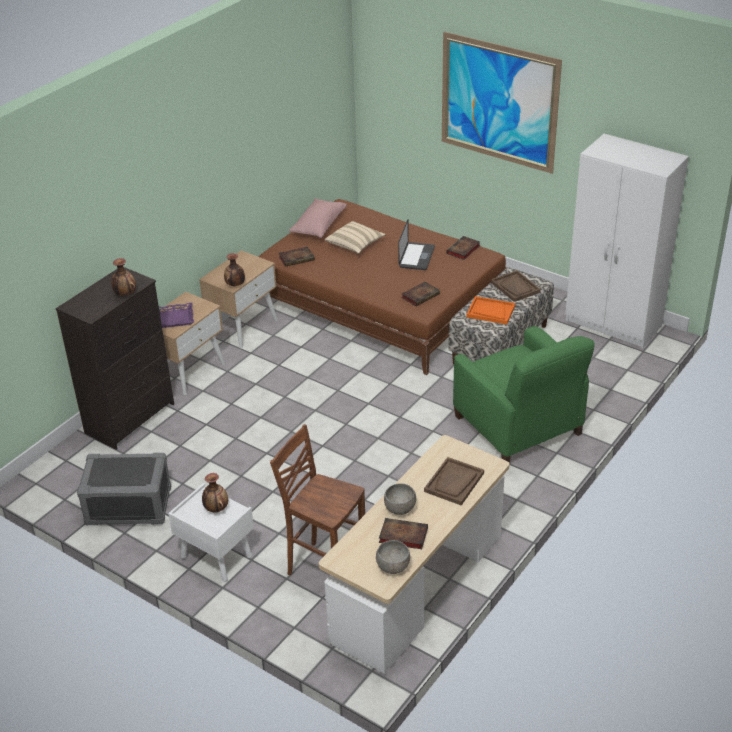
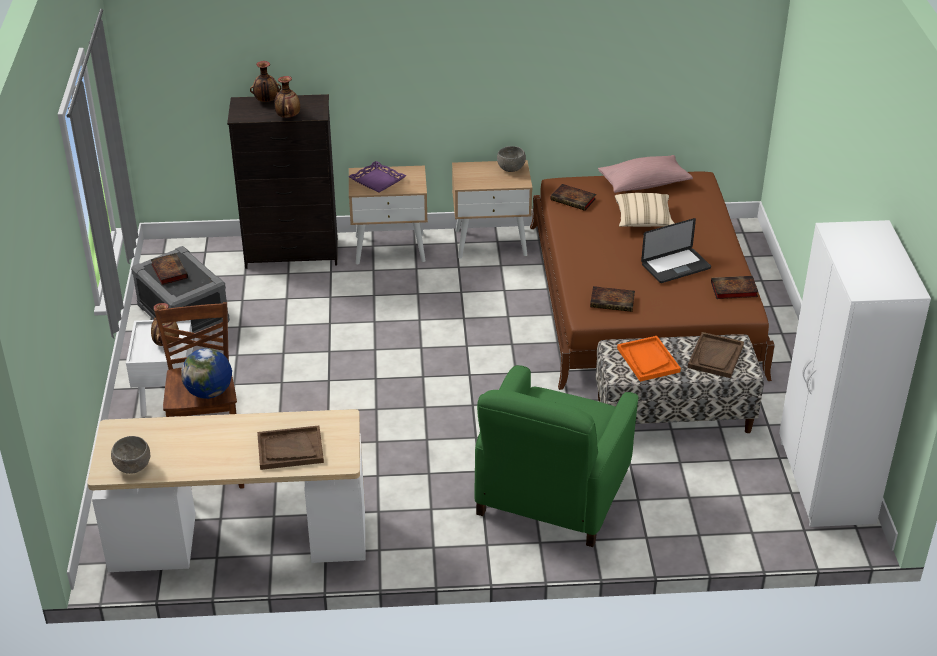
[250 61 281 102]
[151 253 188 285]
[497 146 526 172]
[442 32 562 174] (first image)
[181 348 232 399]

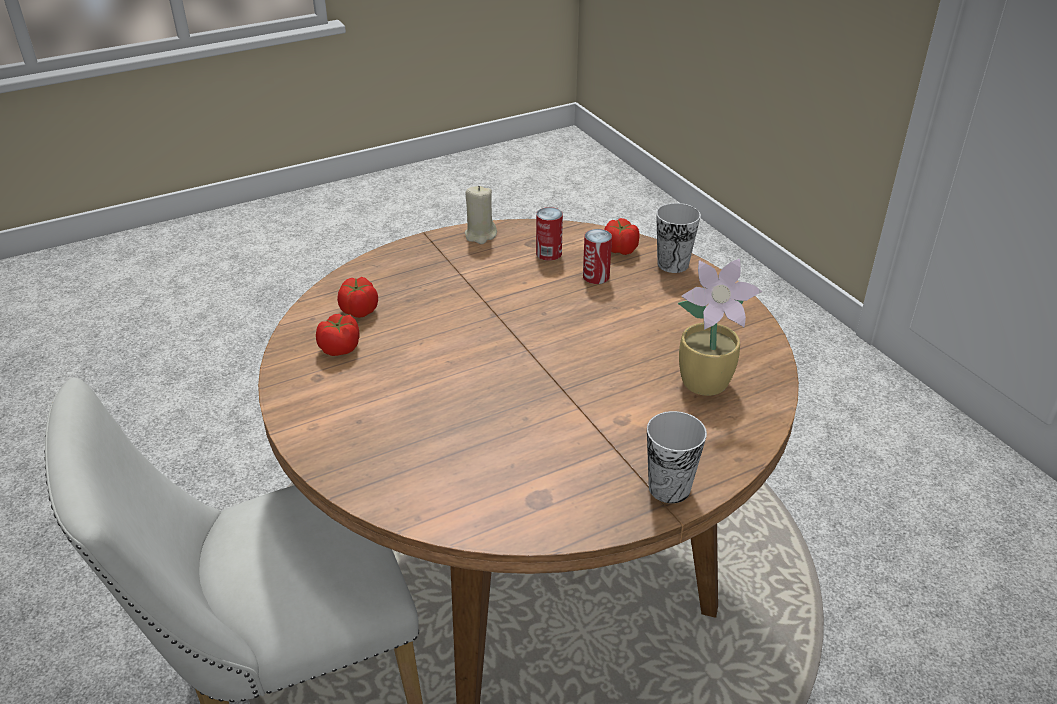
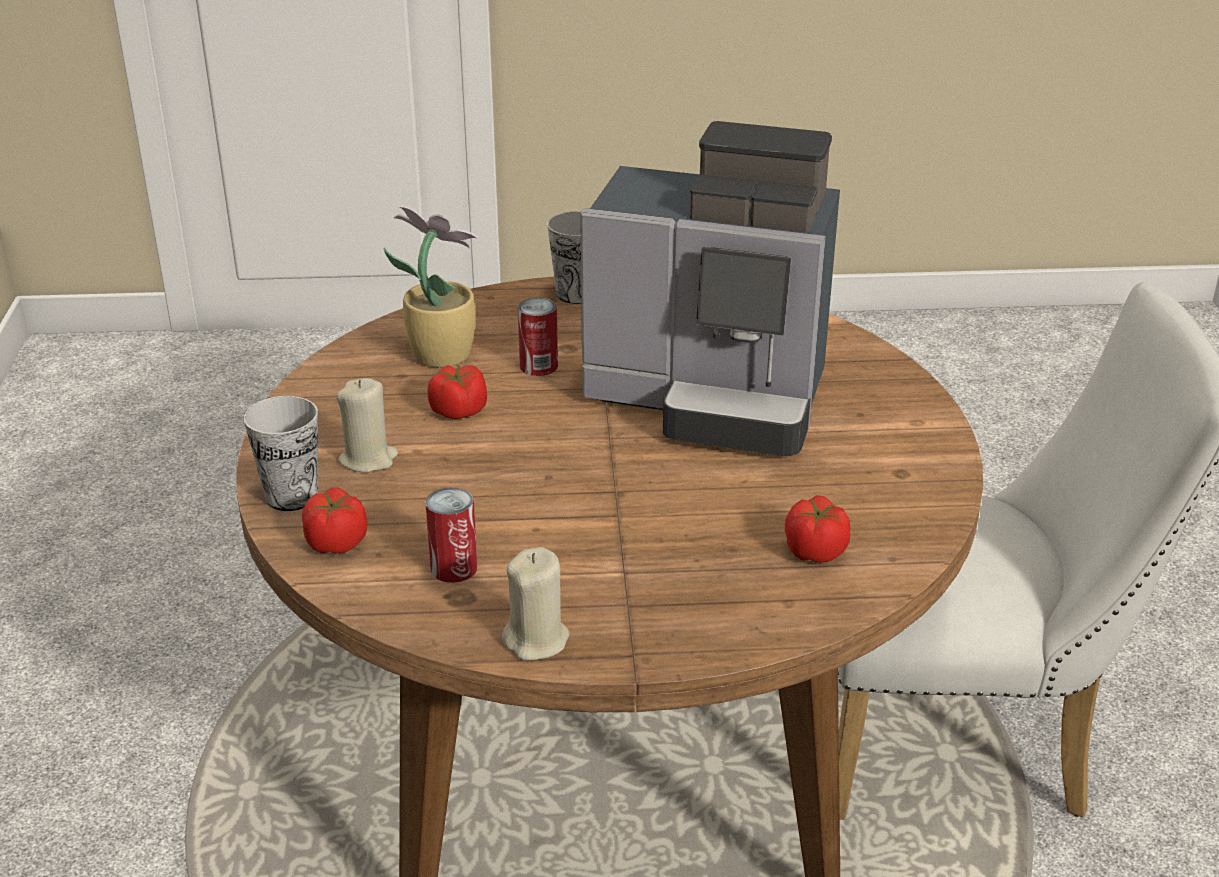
[427 365 487 419]
[518 298 558 376]
[336 378 398 472]
[580 121 840 456]

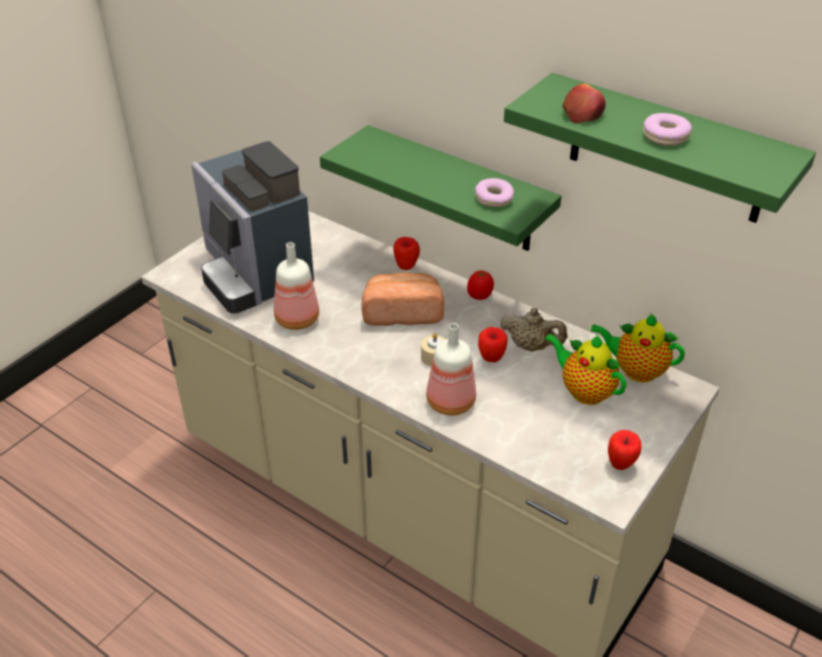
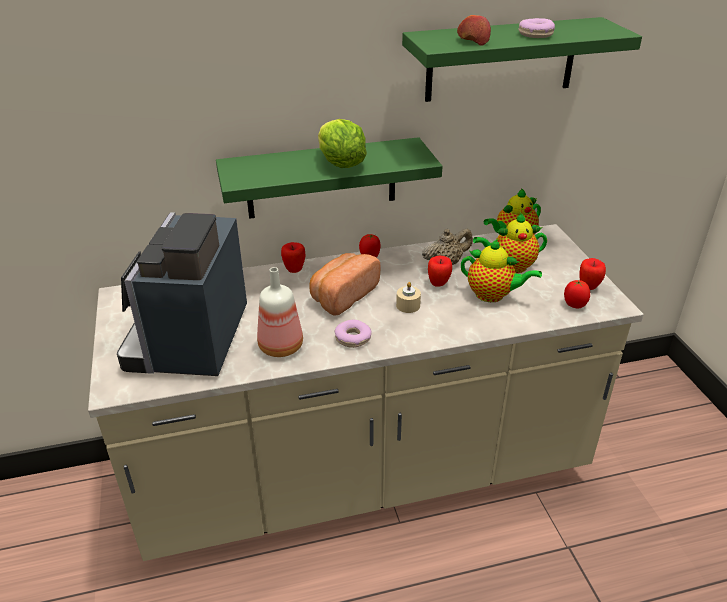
[117 212 247 376]
[426 323 476 415] (first image)
[334 320 372 348]
[318 119 367 168]
[461 239 542 302]
[564 280 590 309]

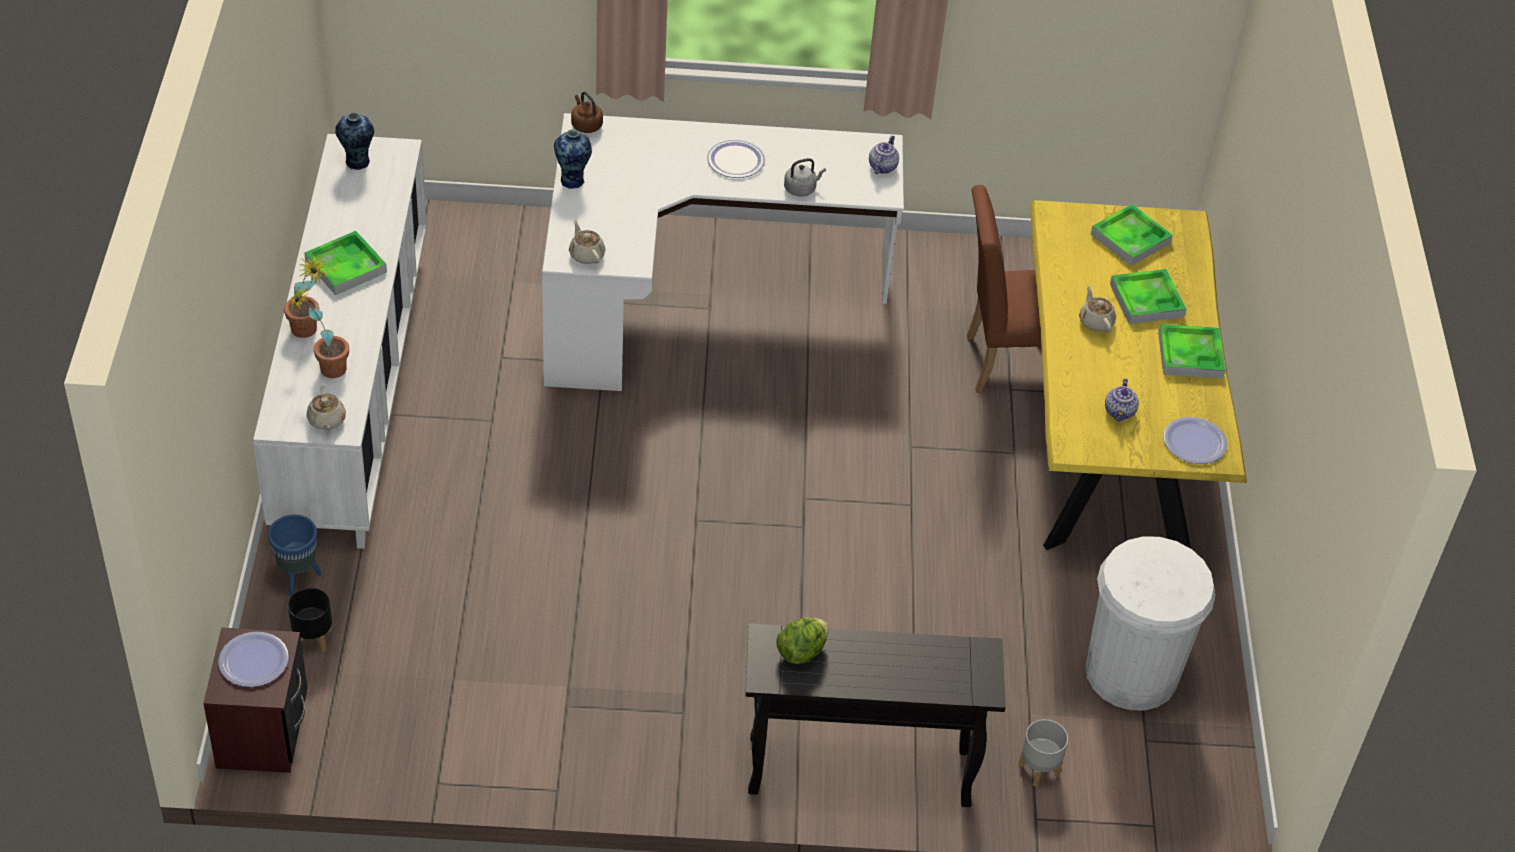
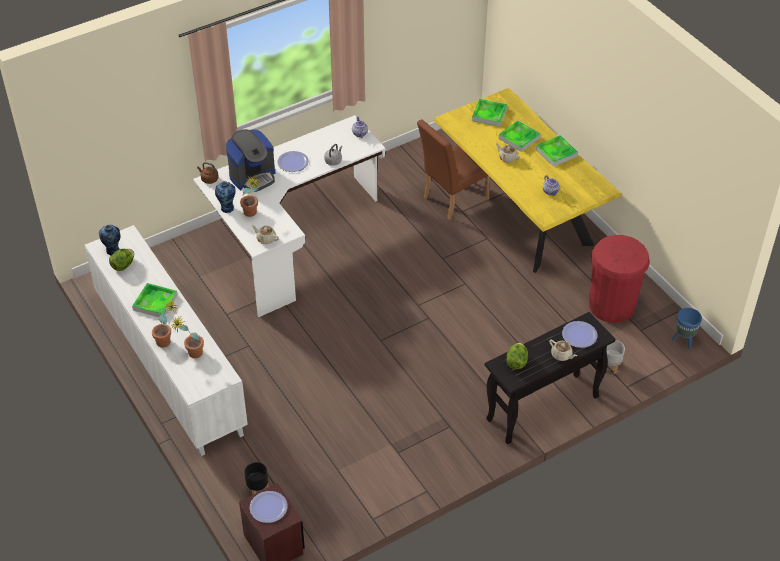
[672 308 702 349]
[549 340 577 361]
[589 235 650 323]
[562 321 598 348]
[109 249 134 271]
[226 129 276 192]
[240 176 260 217]

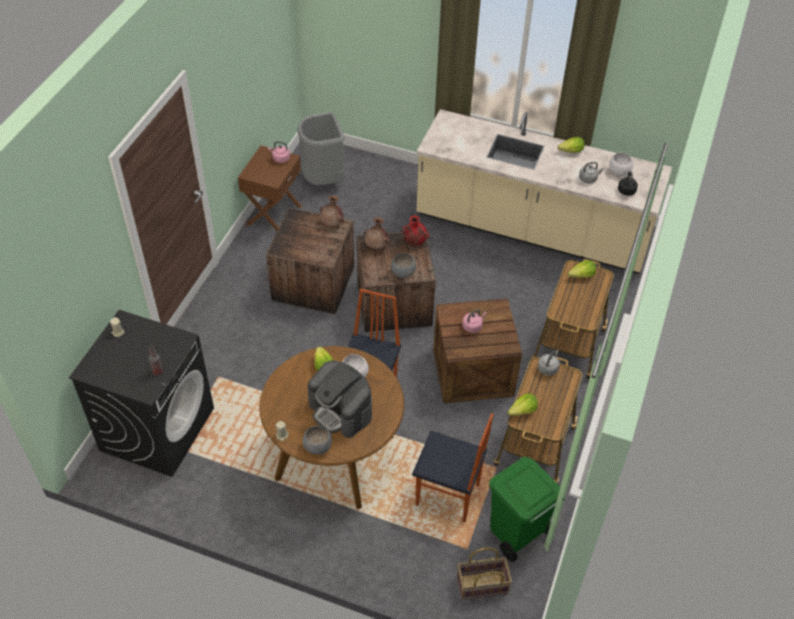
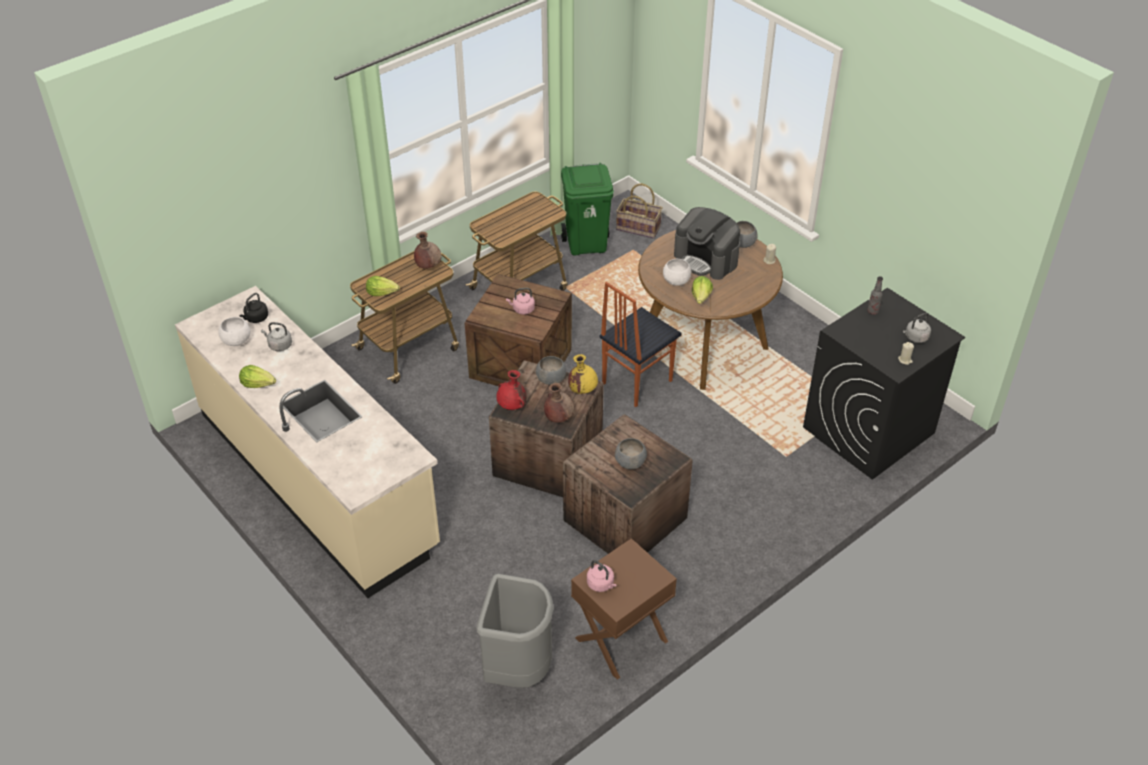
[674 207 740 280]
[414 232 441 269]
[412 413 493 522] (first image)
[508 393 538 416] (first image)
[903 313 931 343]
[568 354 598 394]
[615 438 647 469]

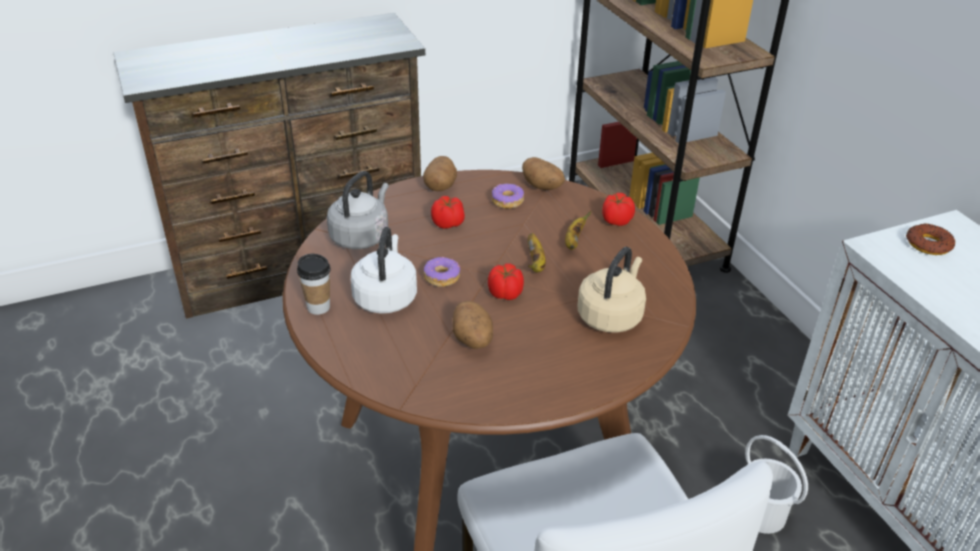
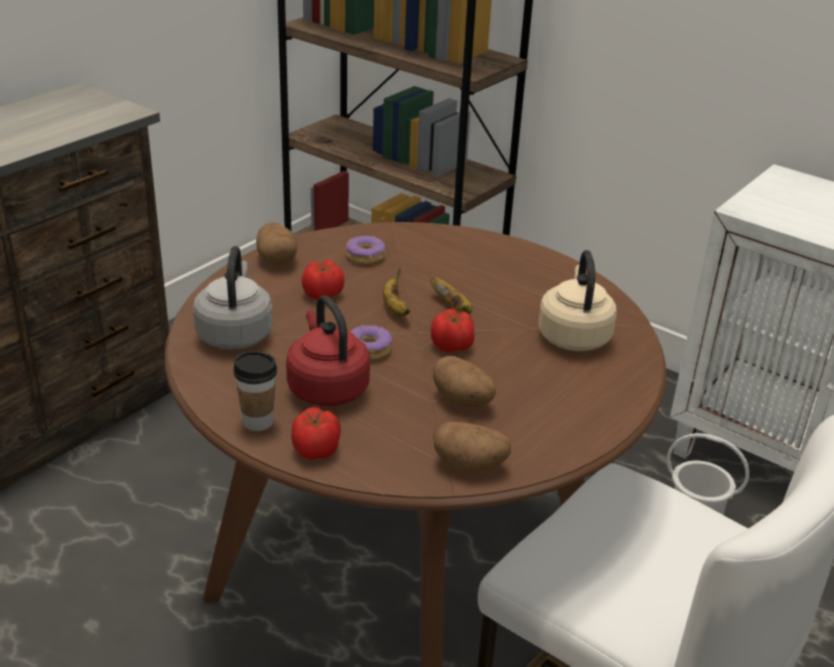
[286 295 370 406]
[434 422 511 471]
[383 268 410 316]
[291 407 341 460]
[906 223 955 255] (first image)

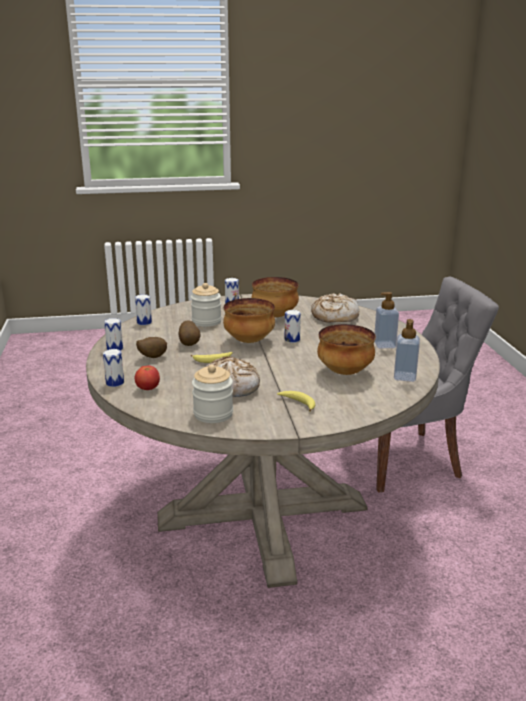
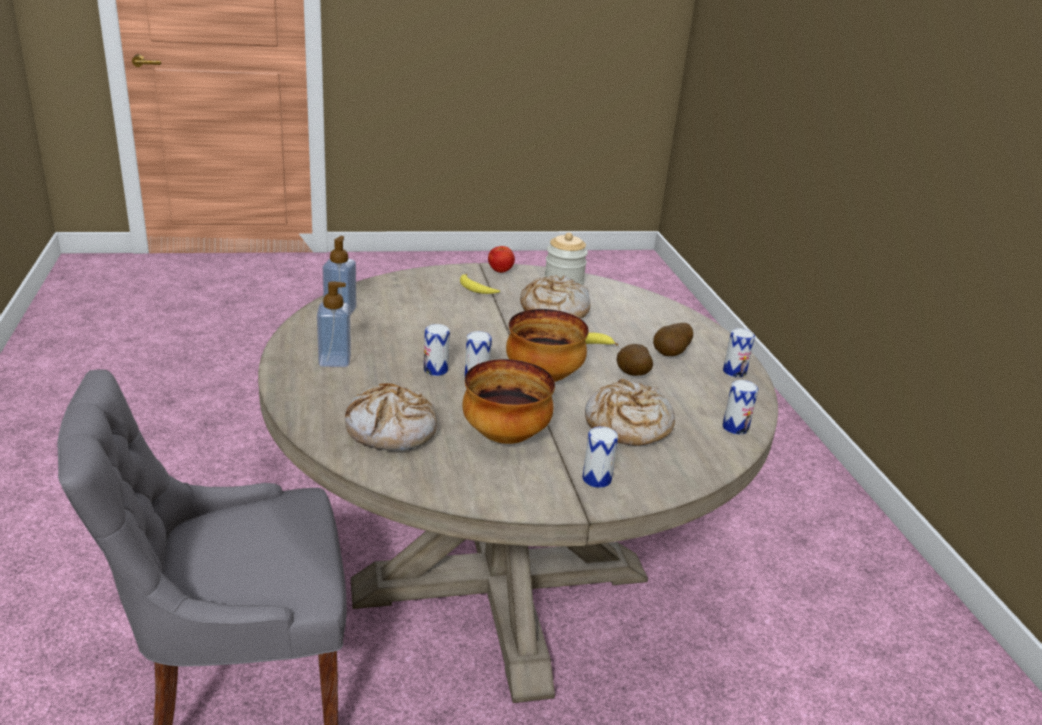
[424 324 450 376]
[488 246 515 273]
[585 379 675 446]
[317 324 376 375] (first image)

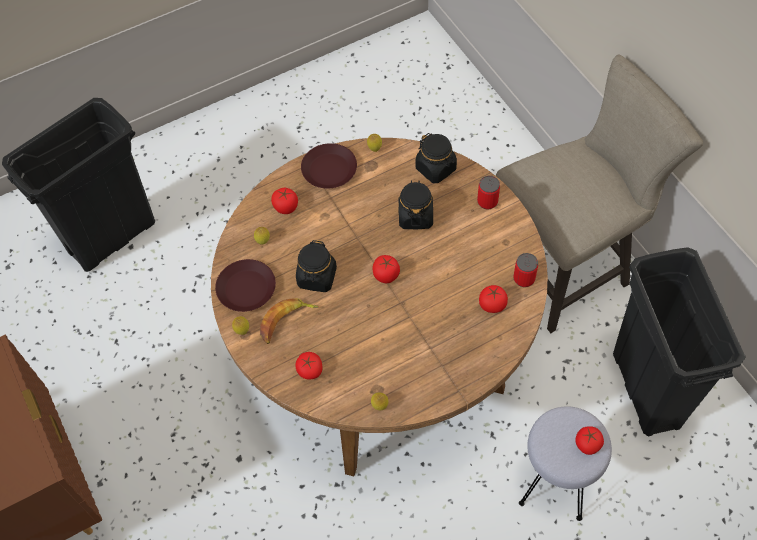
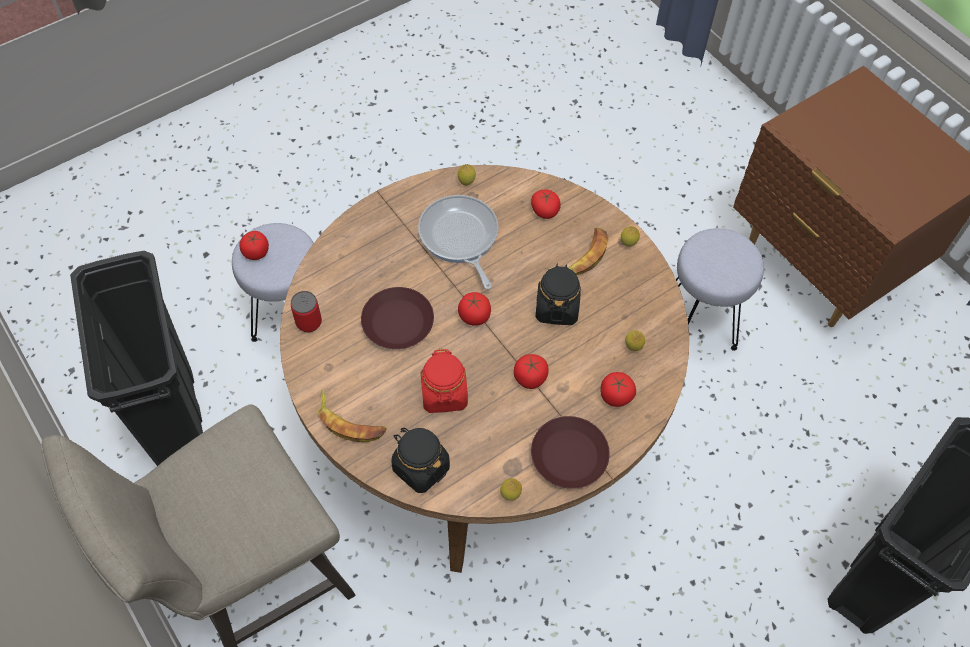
[361 287 434 349]
[421 348 468 413]
[318 389 387 442]
[514 354 549 389]
[418 195 499 289]
[676 228 764 351]

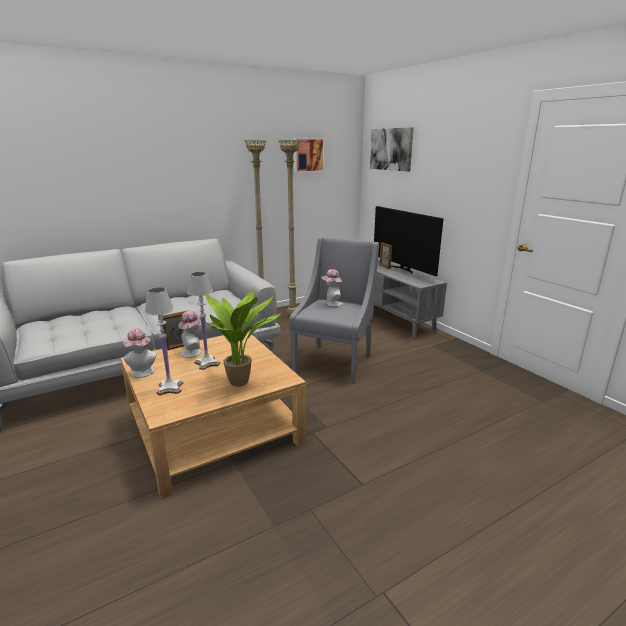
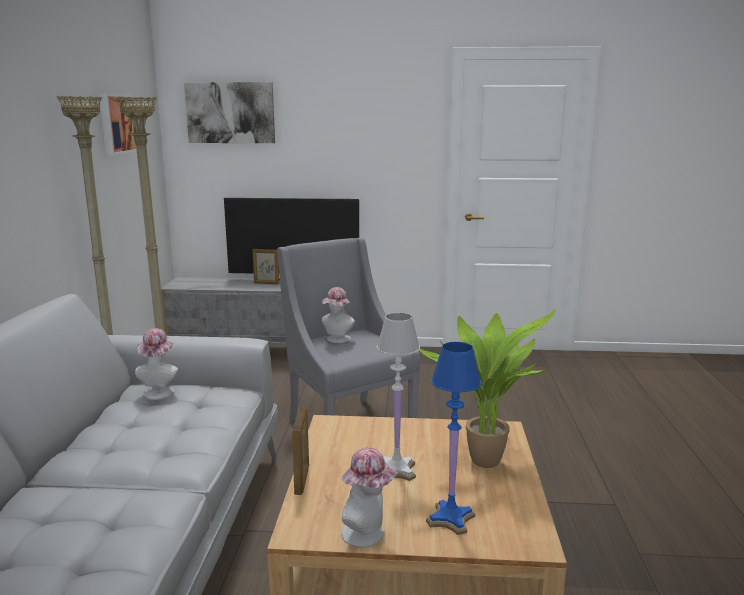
[426 342 481 535]
[135 328 178 400]

